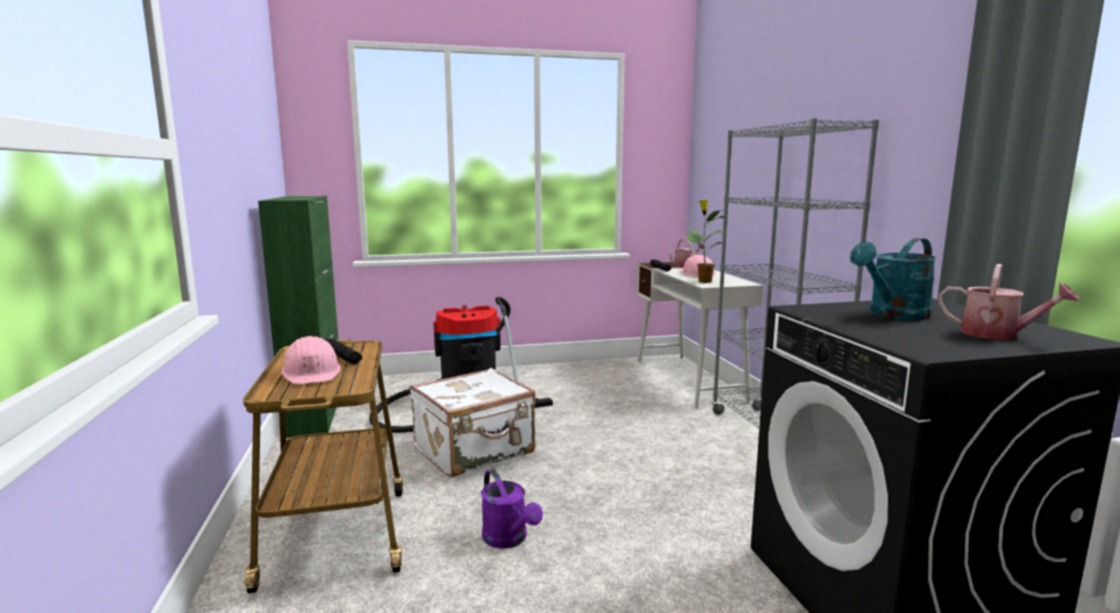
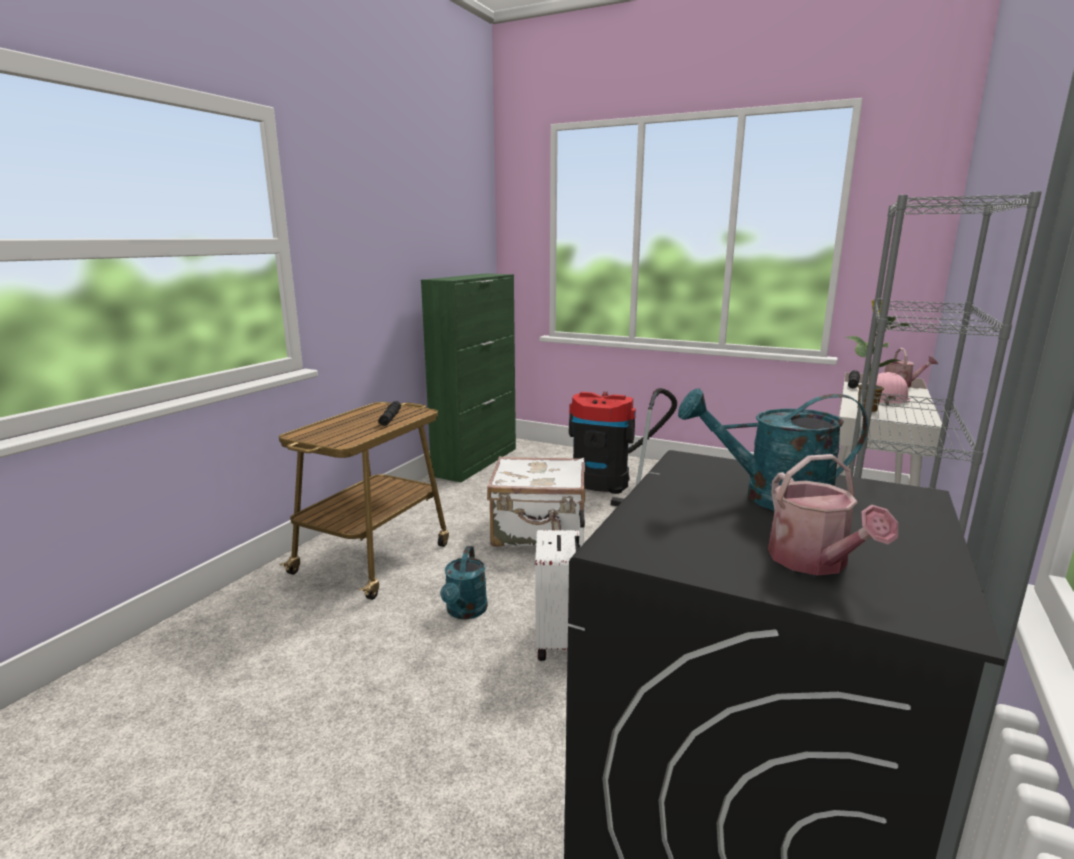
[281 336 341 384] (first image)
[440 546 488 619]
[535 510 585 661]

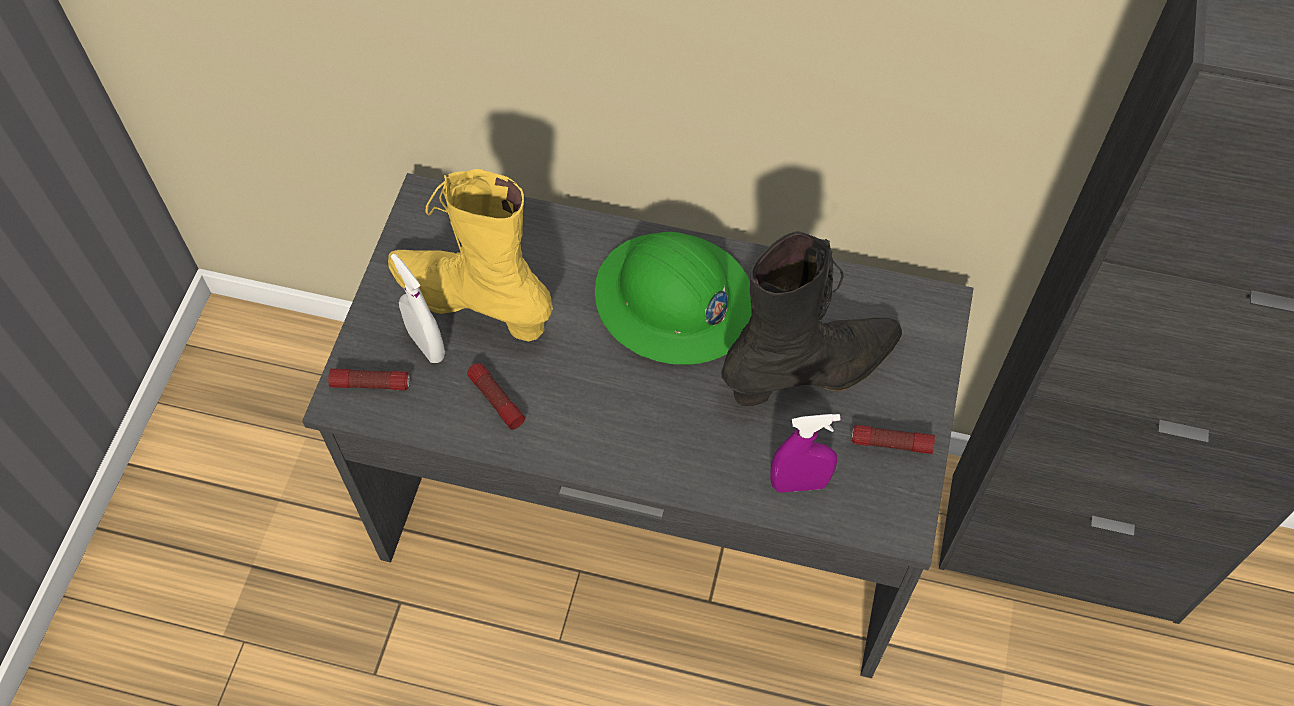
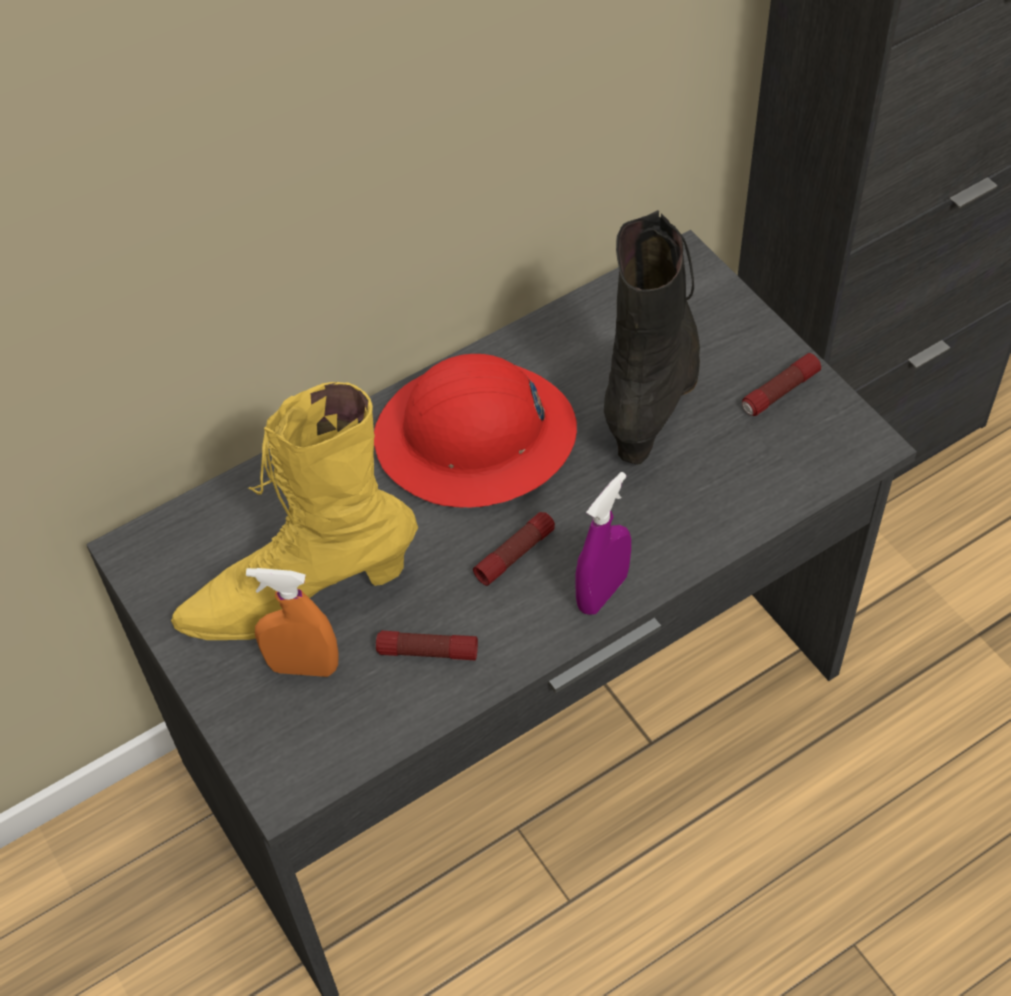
[473 512 555 586]
[246 568 339 677]
[374 354 577 508]
[575 472 631 615]

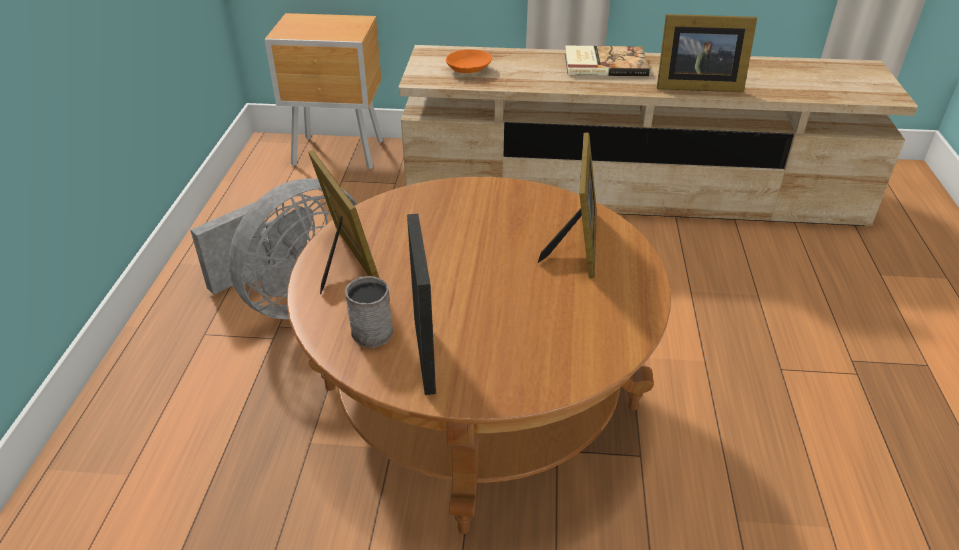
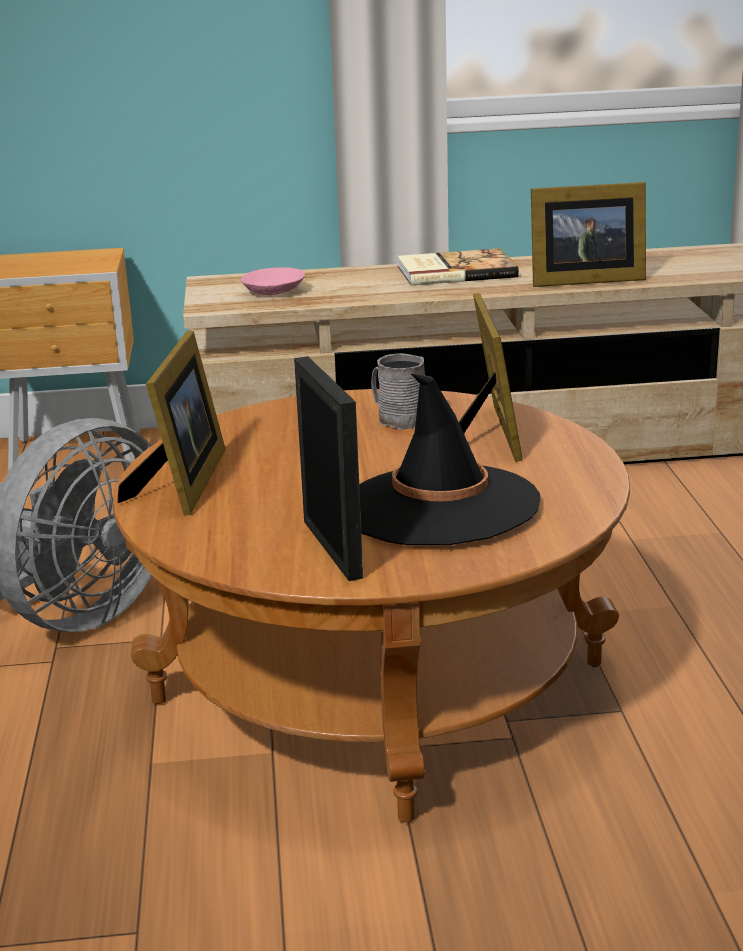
[117 330 226 516]
[371 353 425 429]
[241 267 305 295]
[359 373 540 545]

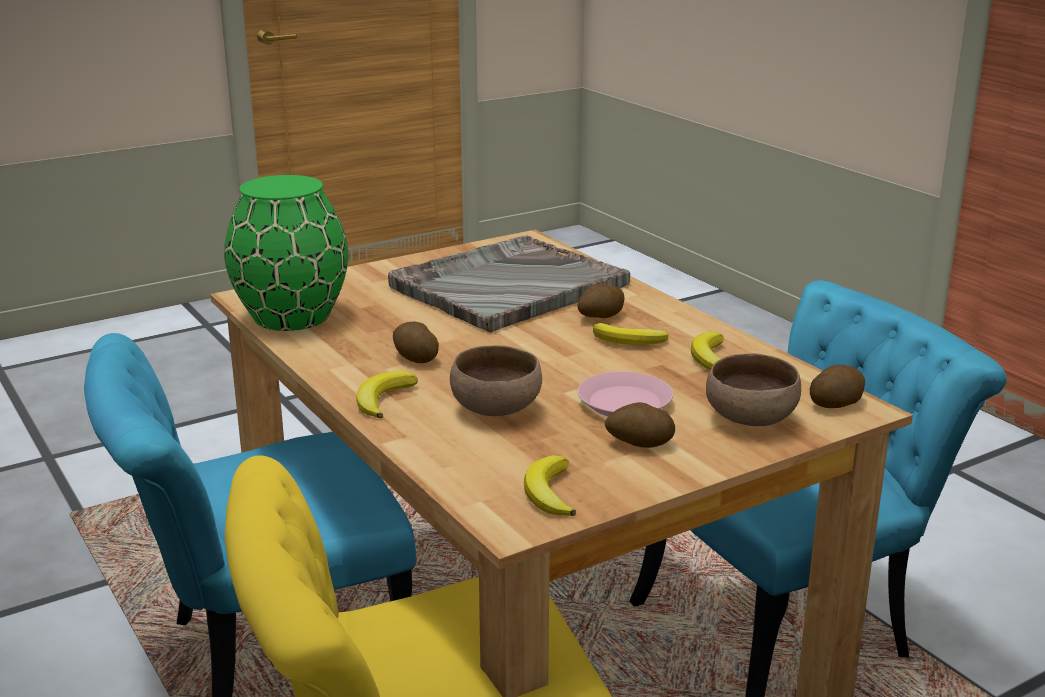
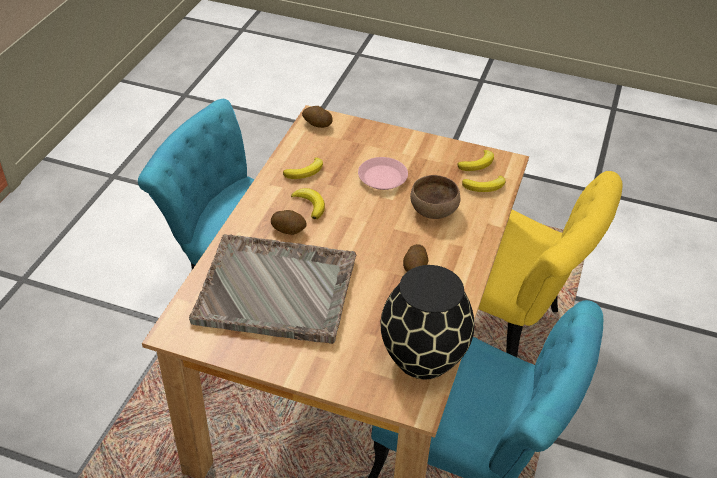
[380 265 474 379]
[462 176 506 192]
[605 402 675 448] (first image)
[706 353 801 426] (first image)

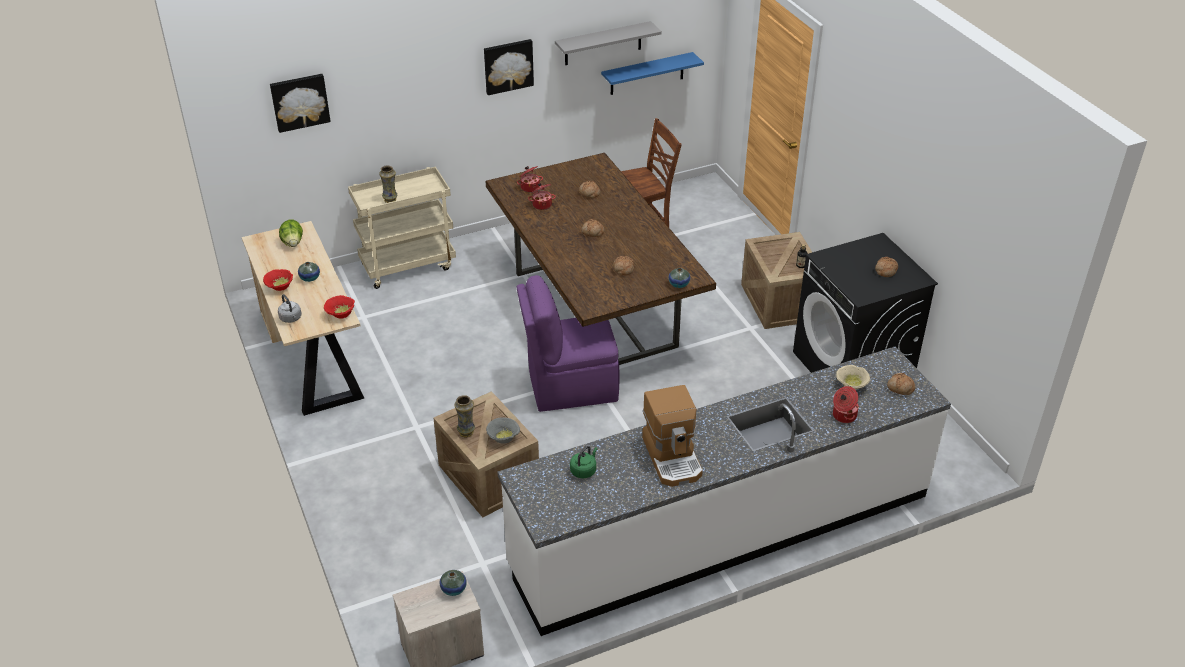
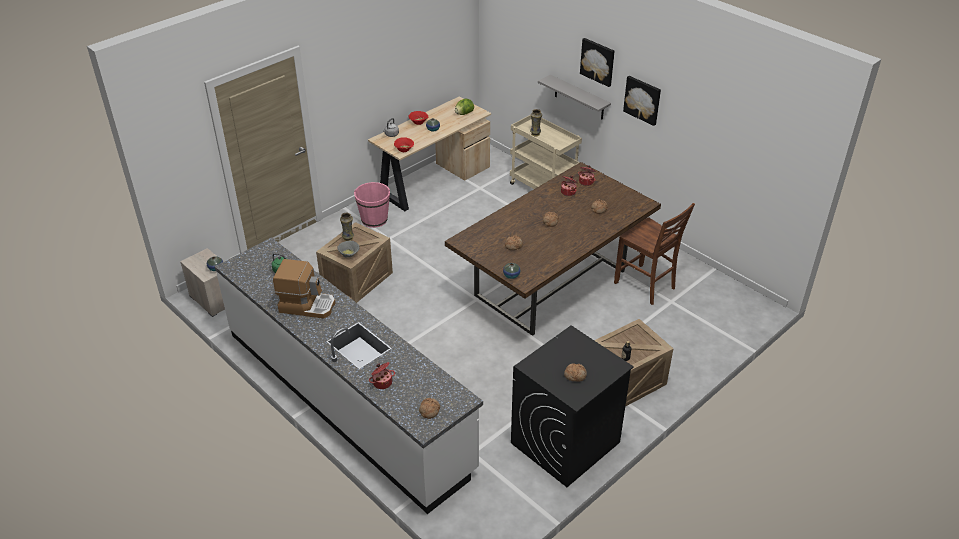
[580 38 615 87]
[516 275 619 412] (first image)
[538 75 611 120]
[601 52 704 95] (first image)
[273 259 335 318]
[836 365 870 390] (first image)
[354 182 390 228]

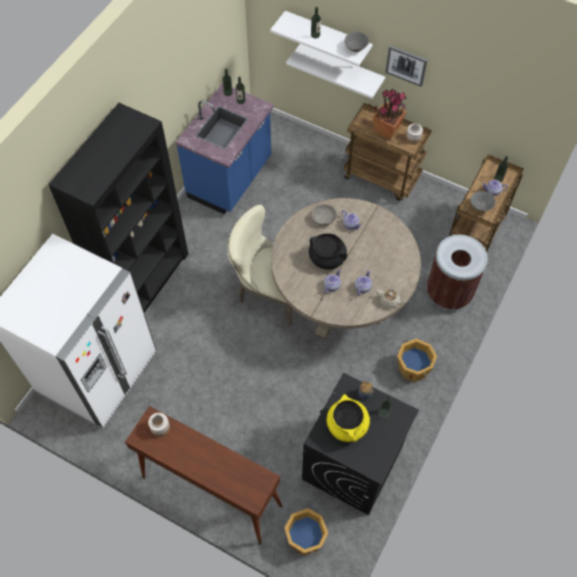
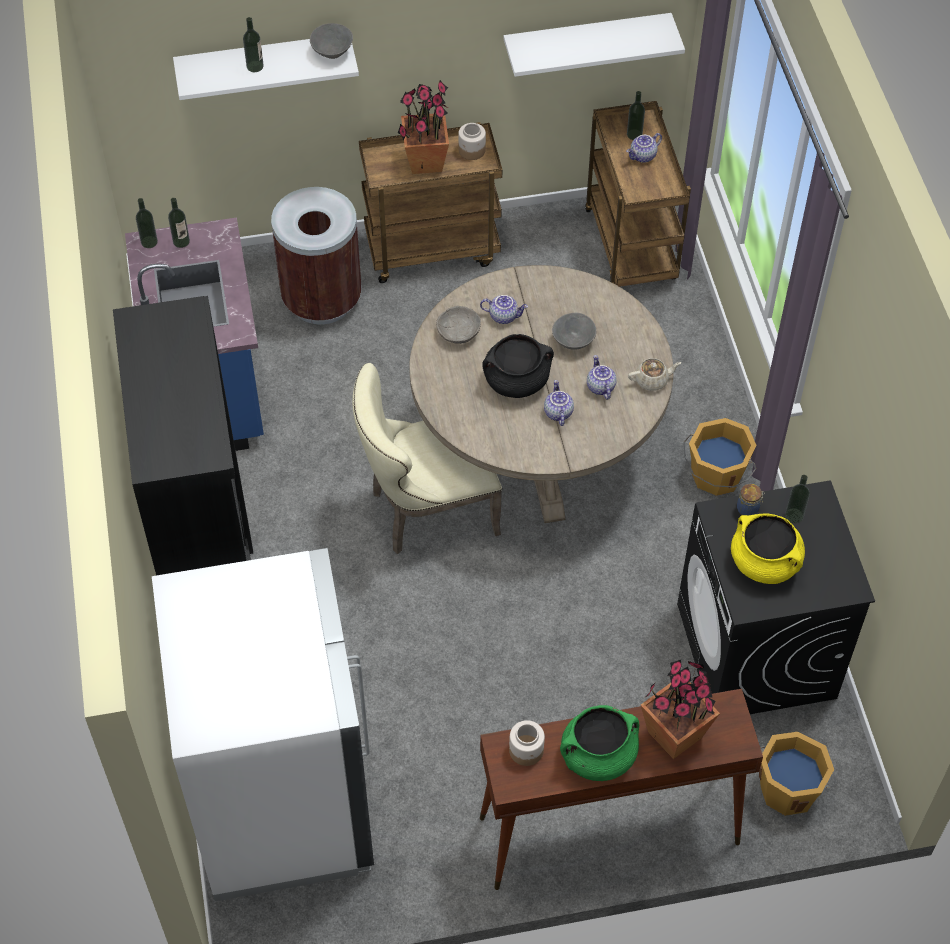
[504 13 685 77]
[385 45 428 87] (first image)
[271 187 362 325]
[552 313 596 350]
[560 705 639 781]
[641 660 720 759]

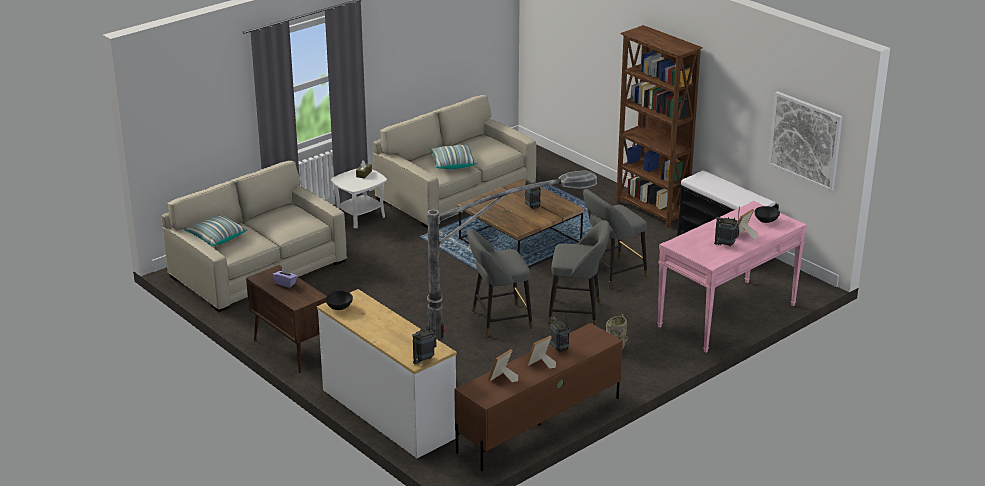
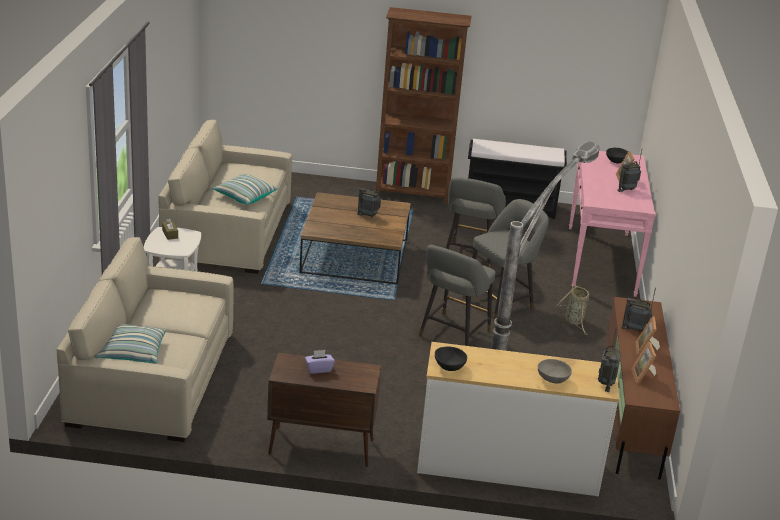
[768 91 843 192] (first image)
[538 359 572 383]

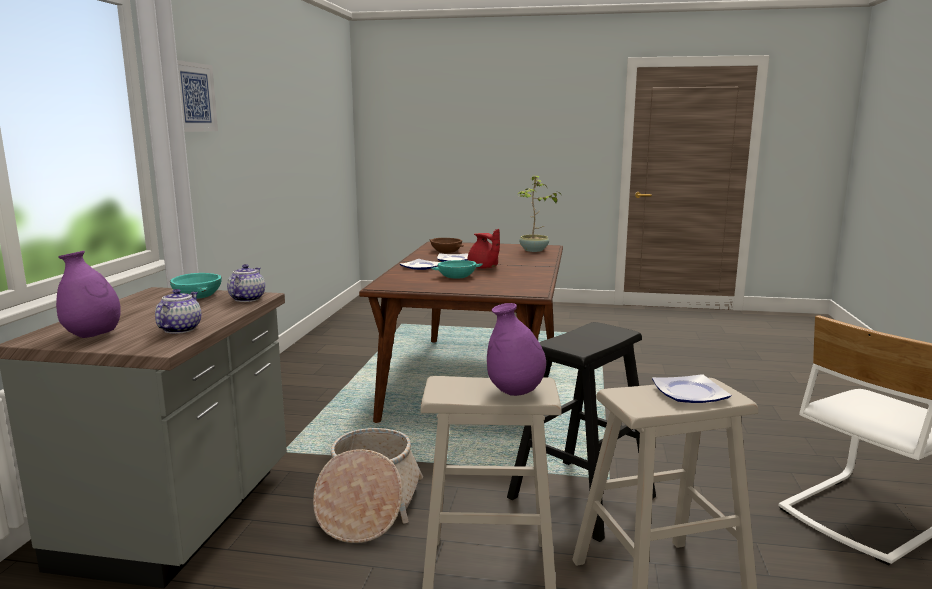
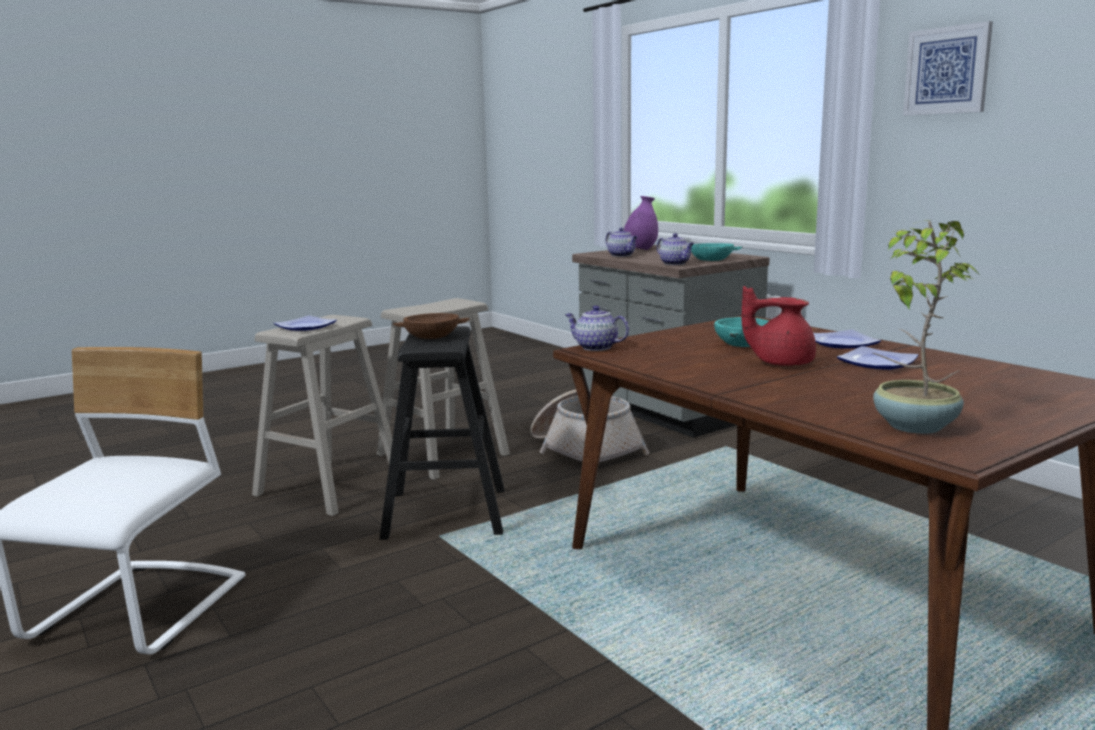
[393 313 470 339]
[487 303 546 396] (first image)
[565 305 629 351]

